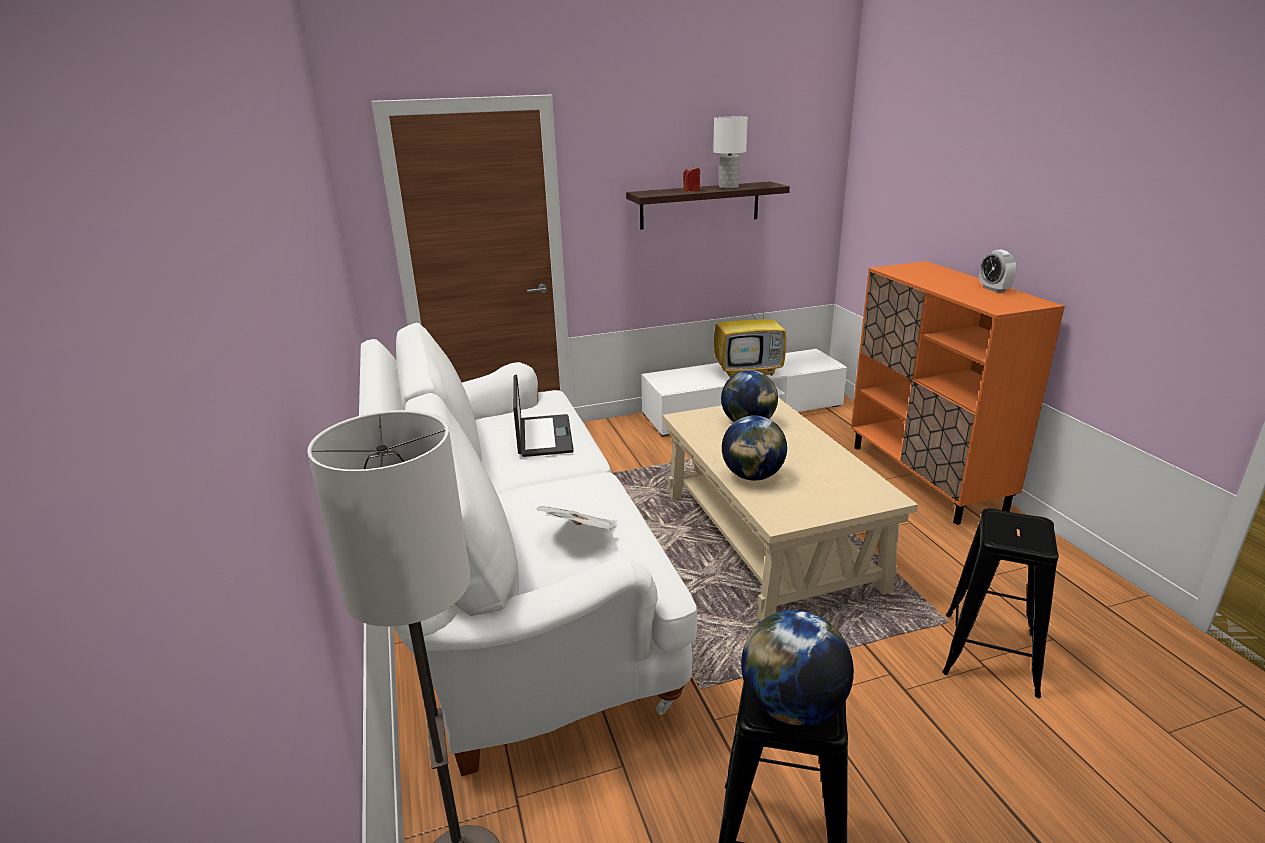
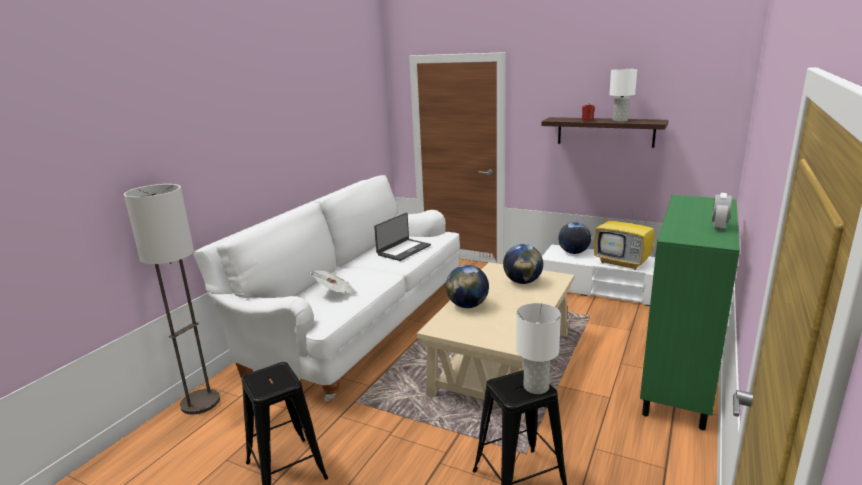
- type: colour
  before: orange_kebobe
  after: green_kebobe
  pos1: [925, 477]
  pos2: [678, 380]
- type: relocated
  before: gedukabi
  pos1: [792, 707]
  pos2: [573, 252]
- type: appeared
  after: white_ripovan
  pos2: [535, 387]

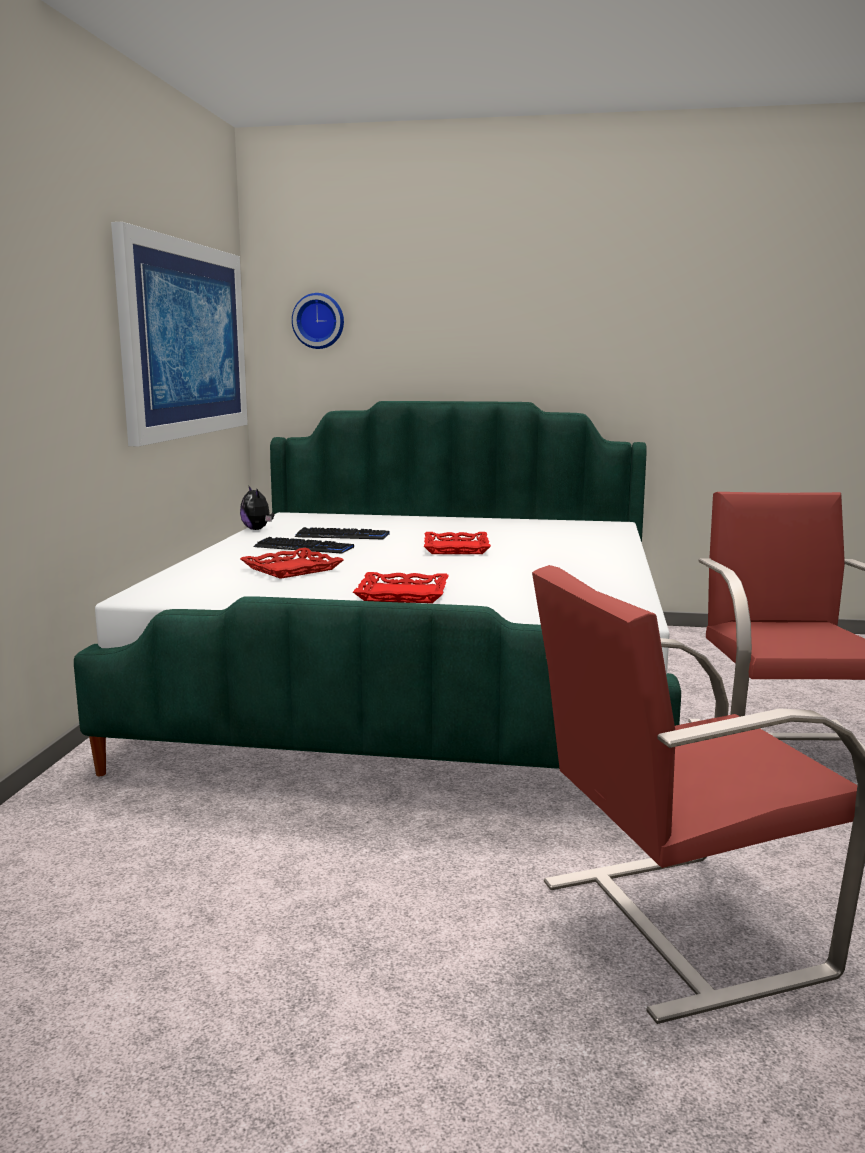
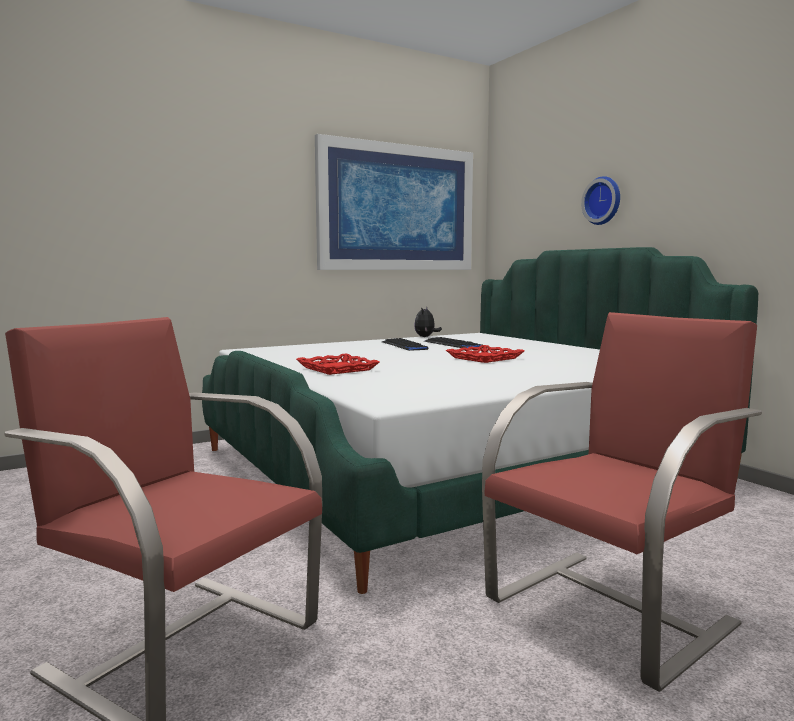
- type: relocated
  before: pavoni
  pos1: [319, 321]
  pos2: [603, 201]
- type: missing
  before: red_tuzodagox
  pos1: [292, 569]

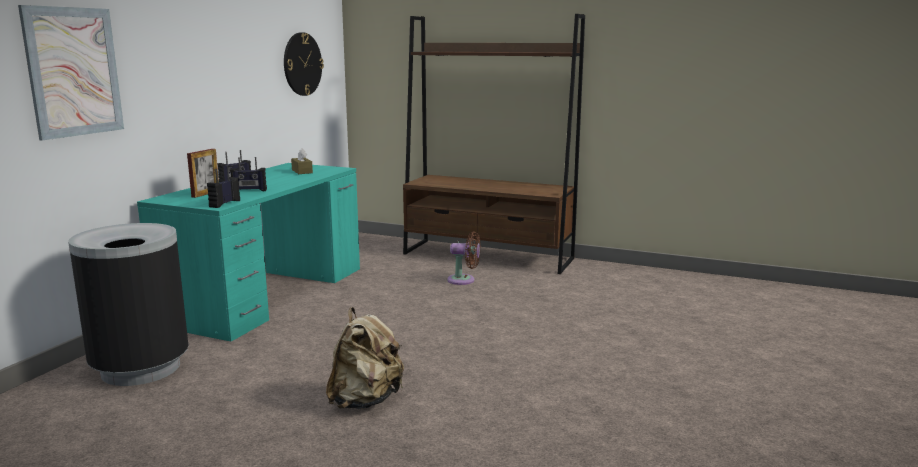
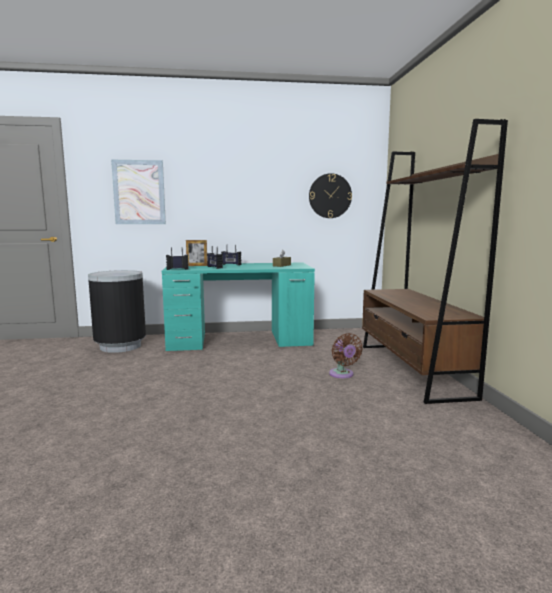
- type: missing
  before: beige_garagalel
  pos1: [365, 401]

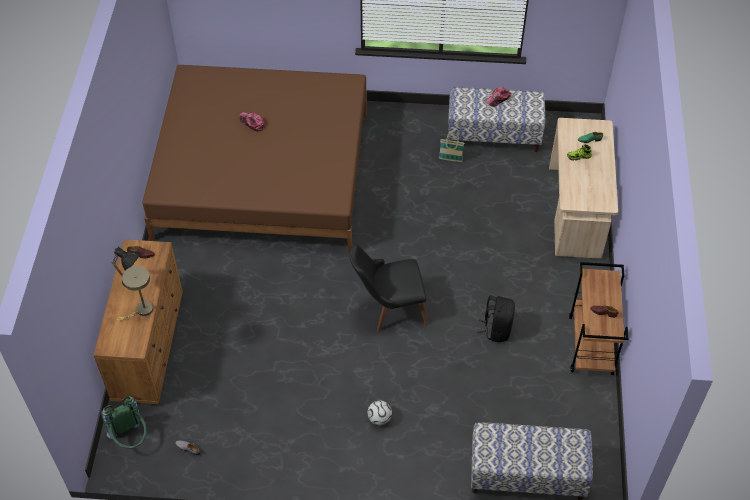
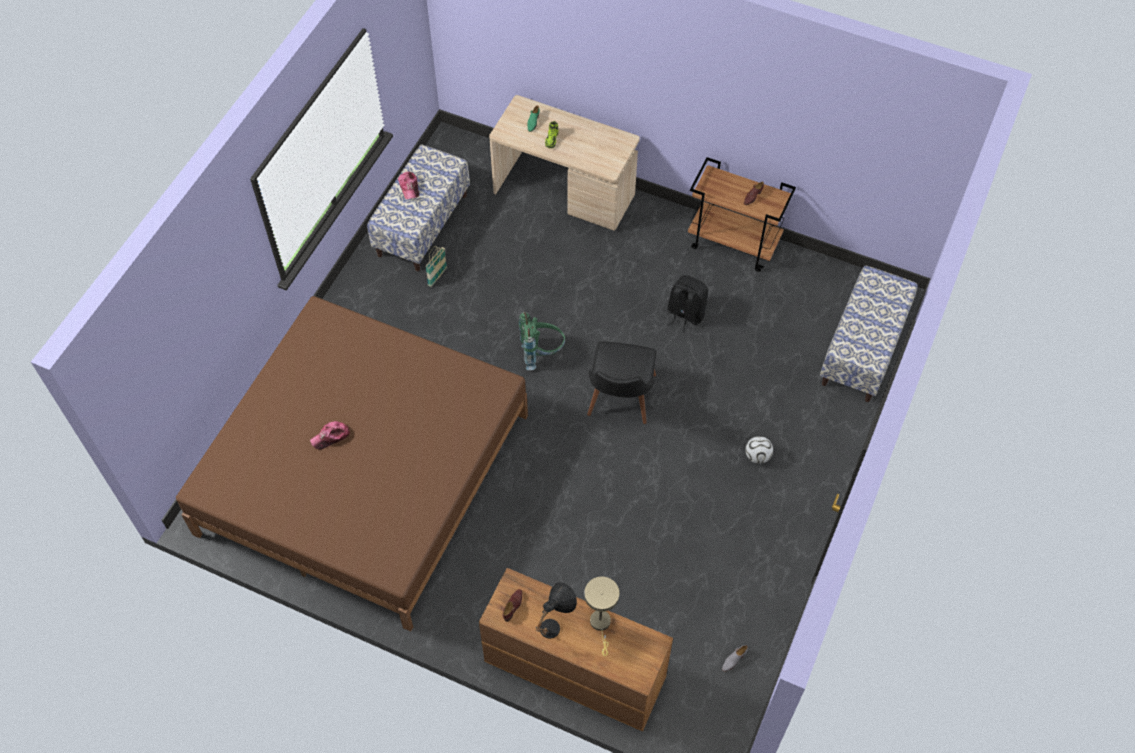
- type: relocated
  before: green_garagalel
  pos1: [131, 439]
  pos2: [541, 353]

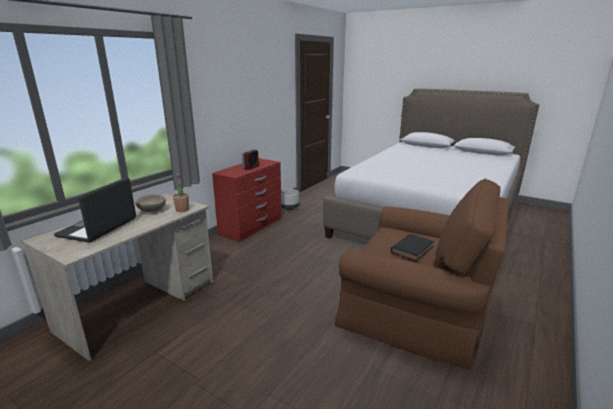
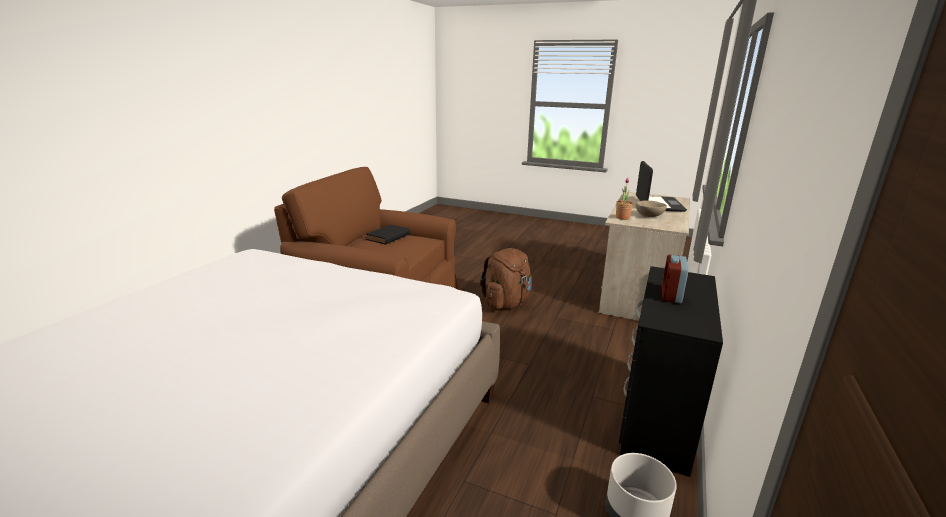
- type: colour
  before: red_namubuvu
  after: black_namubuvu
  pos1: [252, 226]
  pos2: [655, 417]
- type: appeared
  after: brown_garagalel
  pos2: [507, 303]

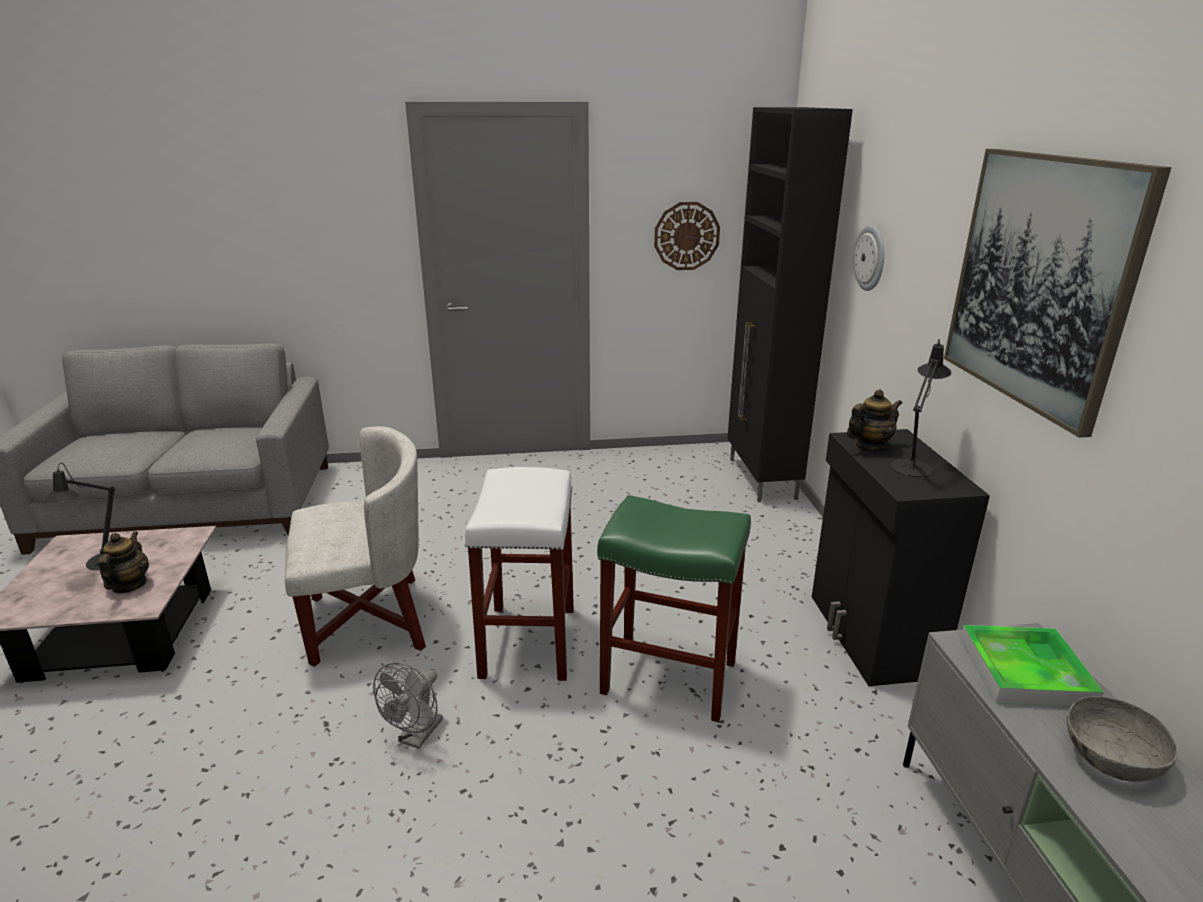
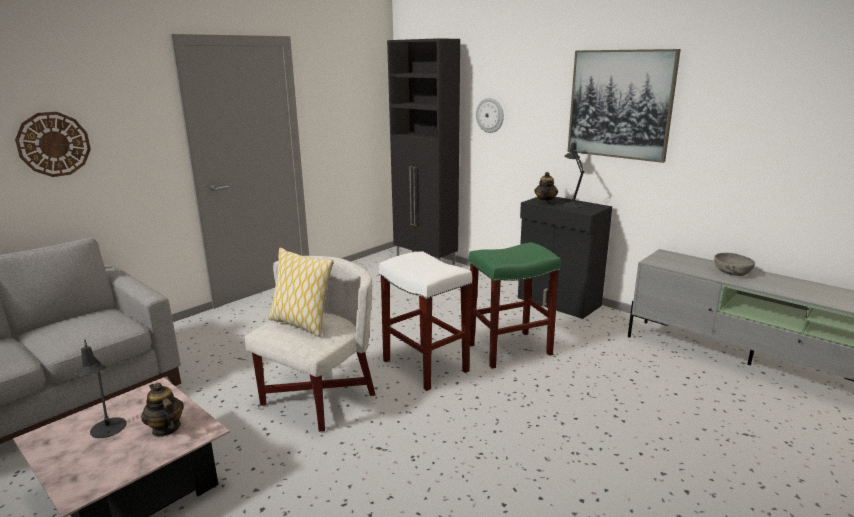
- type: relocated
  before: pavoni
  pos1: [686, 236]
  pos2: [54, 144]
- type: missing
  before: tuzodagox
  pos1: [1024, 671]
- type: missing
  before: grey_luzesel
  pos1: [417, 736]
- type: appeared
  after: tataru
  pos2: [301, 324]

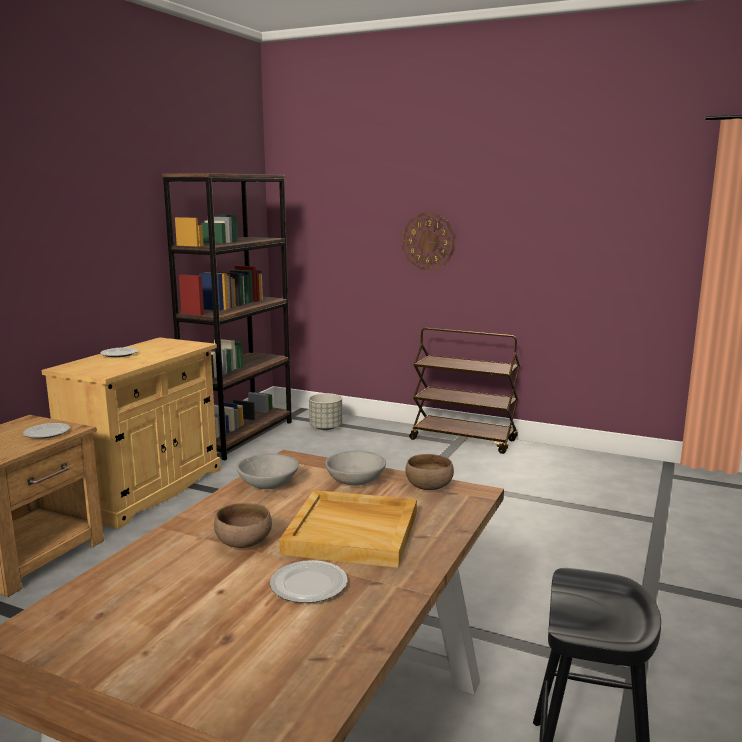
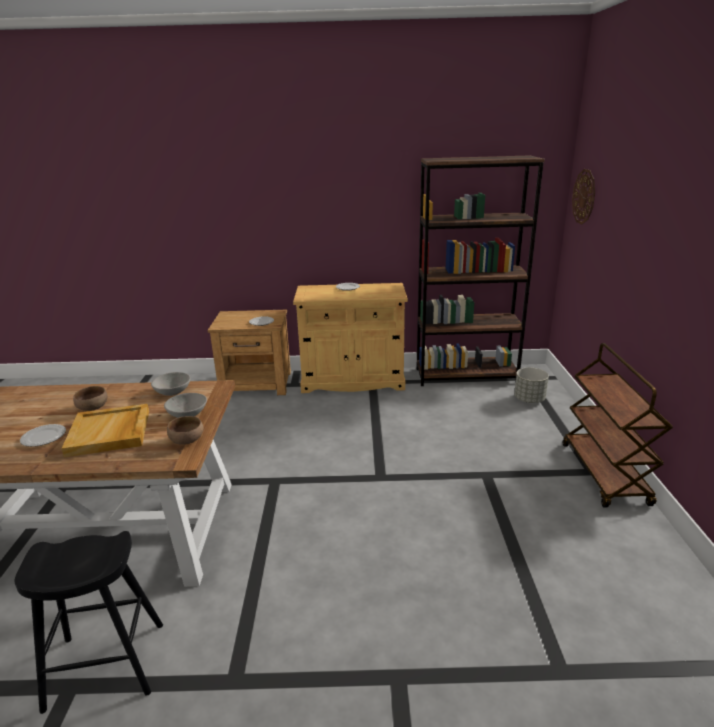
- type: relocated
  before: pavoni
  pos1: [428, 241]
  pos2: [584, 196]

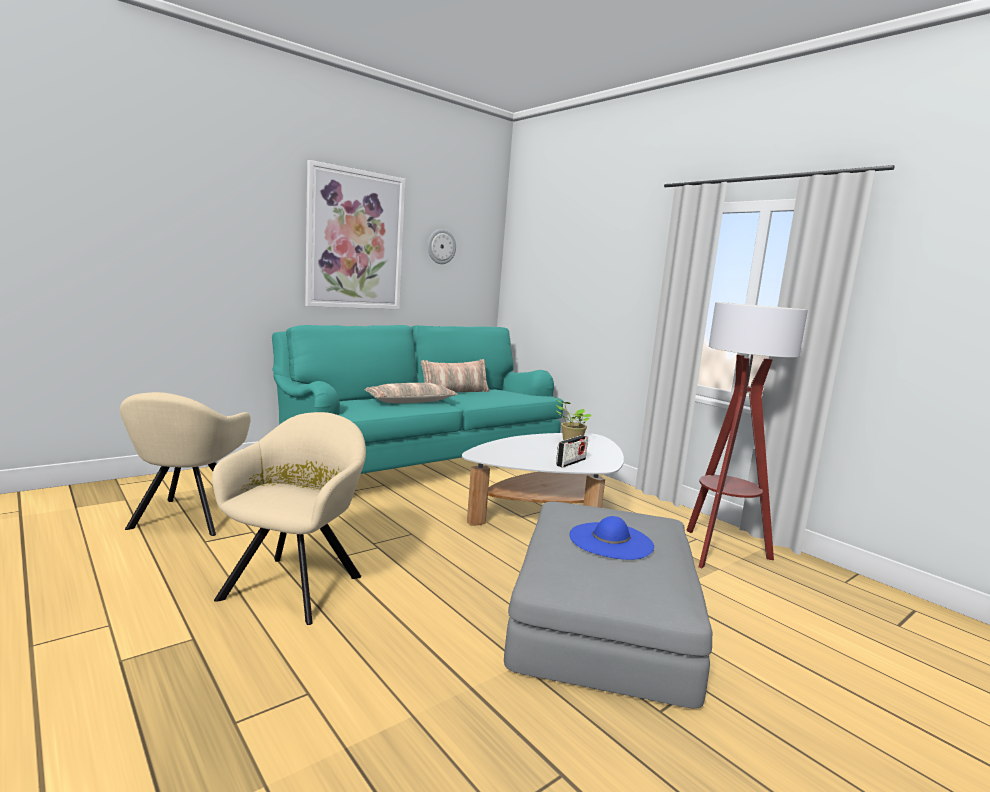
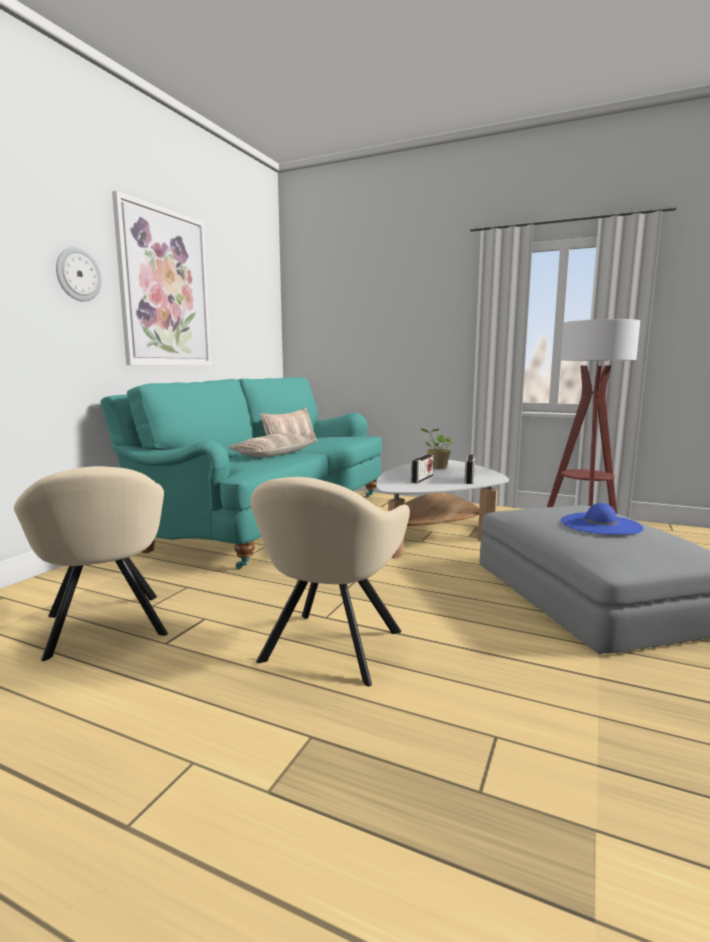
- type: relocated
  before: pavoni
  pos1: [441, 246]
  pos2: [78, 274]
- type: spun
  before: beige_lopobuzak
  pos1: [297, 584]
  pos2: [328, 650]
  turn: -150
- type: appeared
  after: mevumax
  pos2: [422, 479]

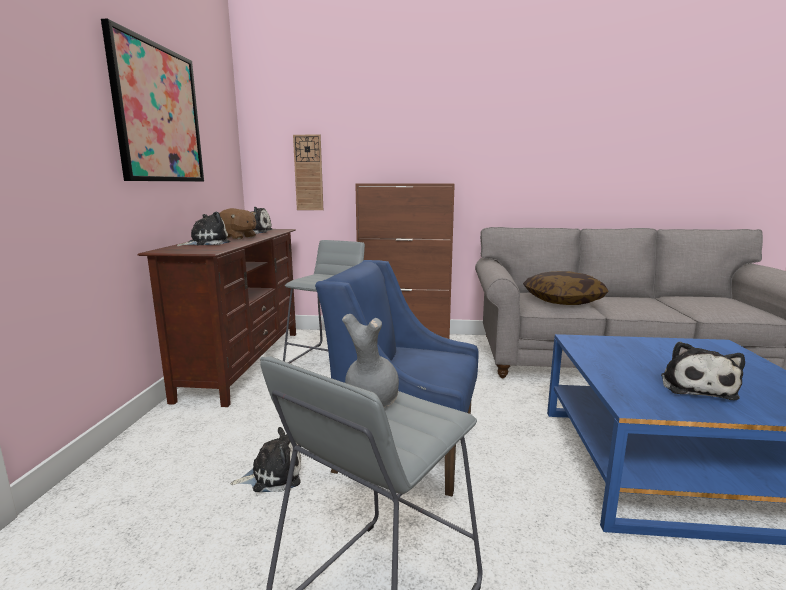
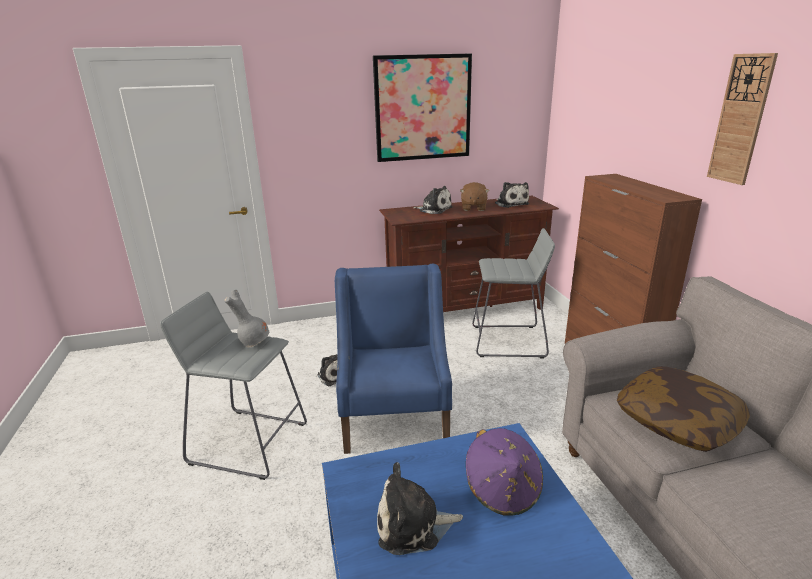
- type: relocated
  before: pavoni
  pos1: [308, 173]
  pos2: [740, 120]
- type: appeared
  after: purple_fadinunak
  pos2: [503, 489]

